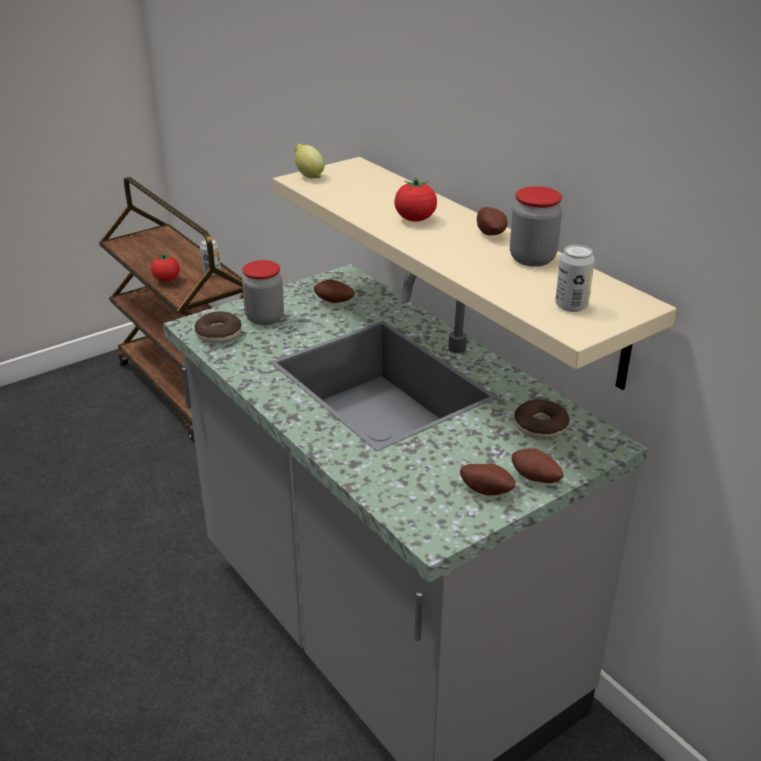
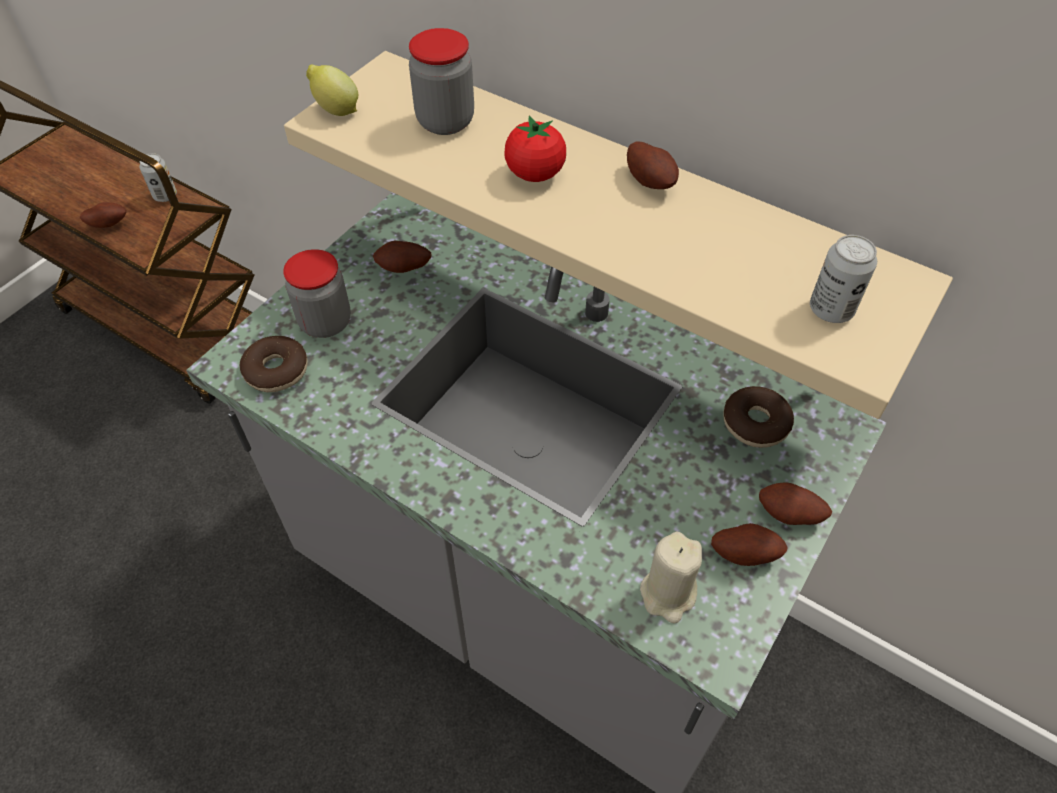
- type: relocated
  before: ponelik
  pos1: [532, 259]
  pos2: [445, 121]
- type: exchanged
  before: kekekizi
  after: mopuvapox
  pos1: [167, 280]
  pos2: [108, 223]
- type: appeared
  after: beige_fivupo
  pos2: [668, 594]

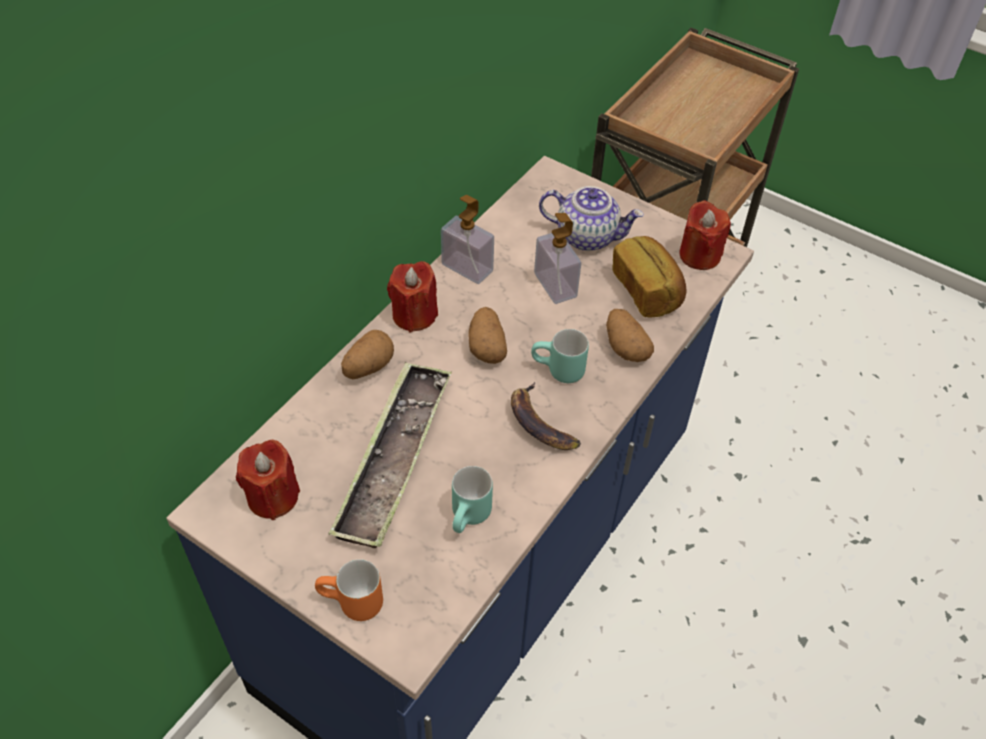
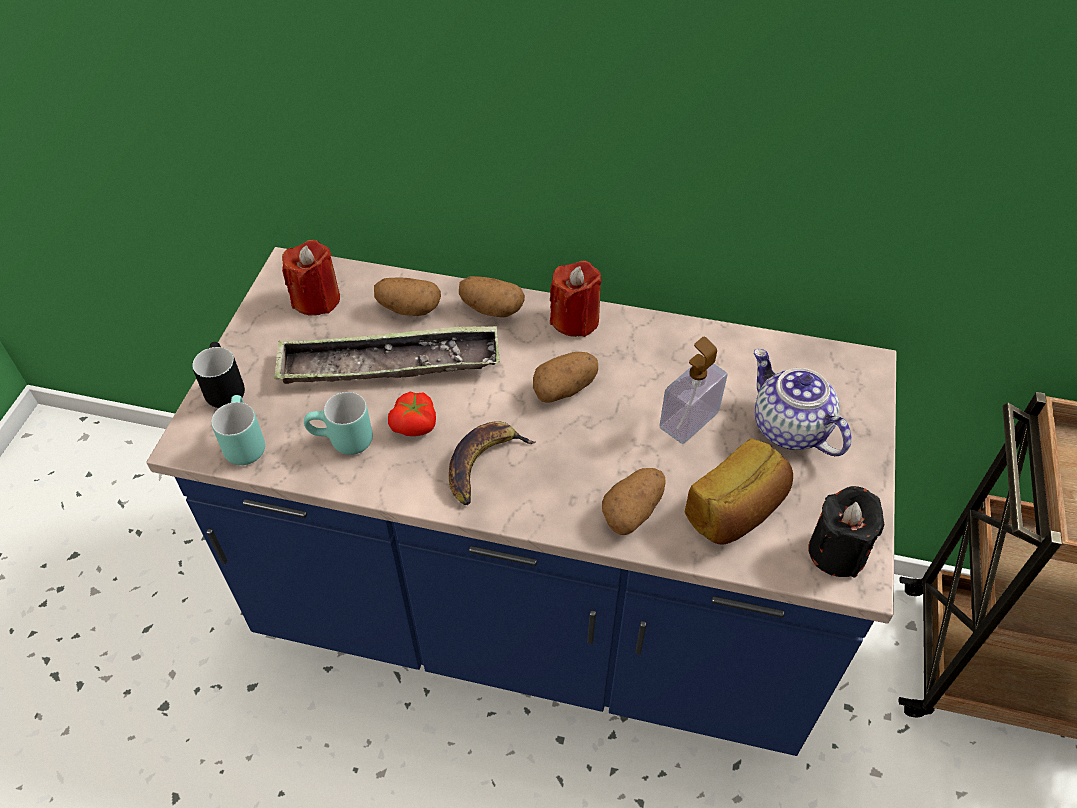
- type: spun
  before: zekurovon
  pos1: [588, 236]
  pos2: [788, 428]
  turn: 150
- type: missing
  before: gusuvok
  pos1: [467, 268]
- type: colour
  before: red_fivupo
  after: black_fivupo
  pos1: [699, 255]
  pos2: [837, 552]
- type: relocated
  before: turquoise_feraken
  pos1: [558, 372]
  pos2: [242, 443]
- type: colour
  before: orange_feraken
  after: black_feraken
  pos1: [351, 605]
  pos2: [222, 388]
- type: appeared
  after: mopuvapox
  pos2: [408, 309]
- type: appeared
  after: kekekizi
  pos2: [415, 425]

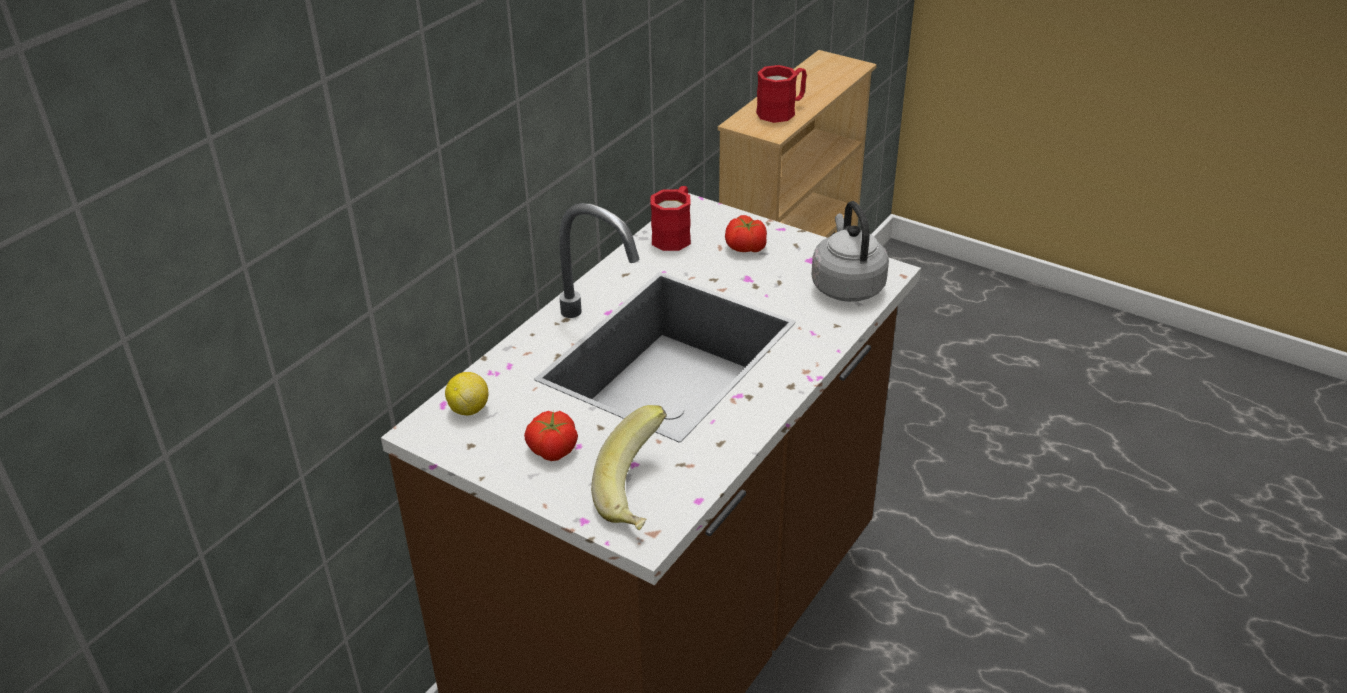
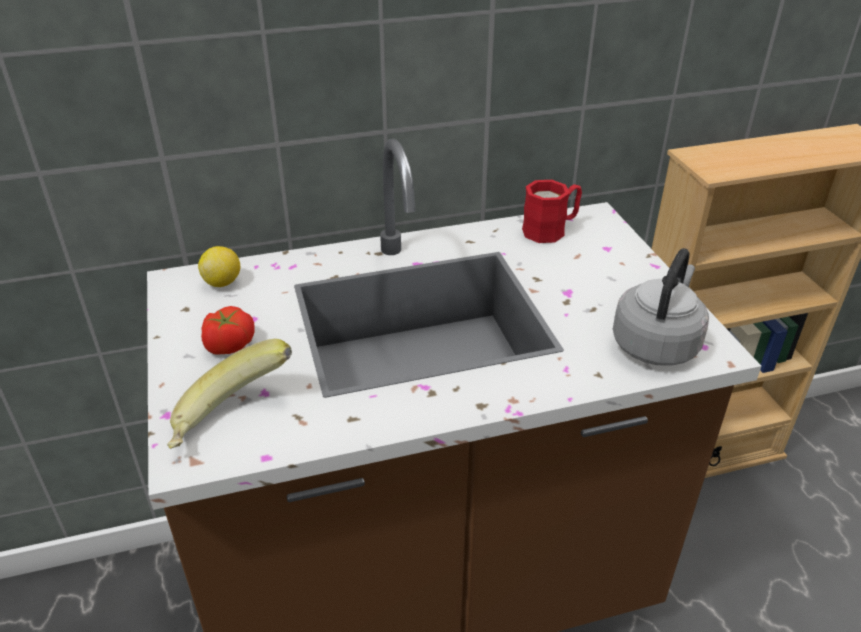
- type: missing
  before: red_feraken
  pos1: [782, 111]
- type: missing
  before: kekekizi
  pos1: [745, 247]

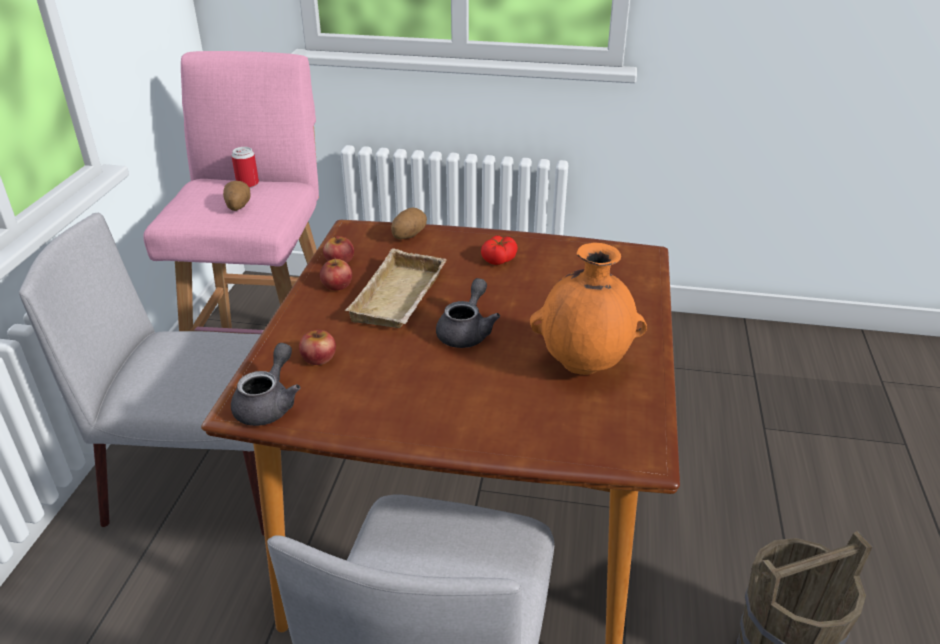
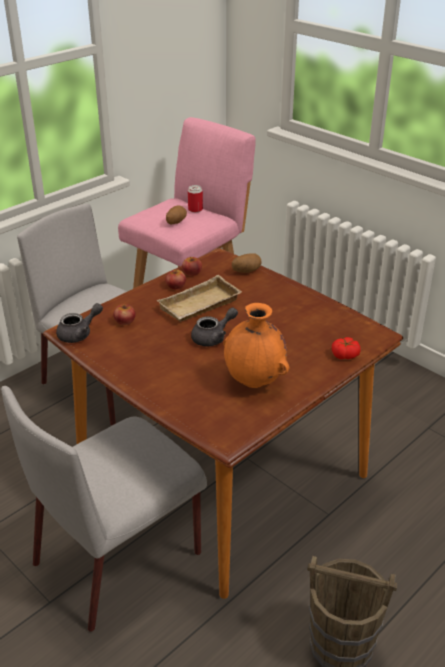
- type: relocated
  before: kekekizi
  pos1: [499, 259]
  pos2: [345, 355]

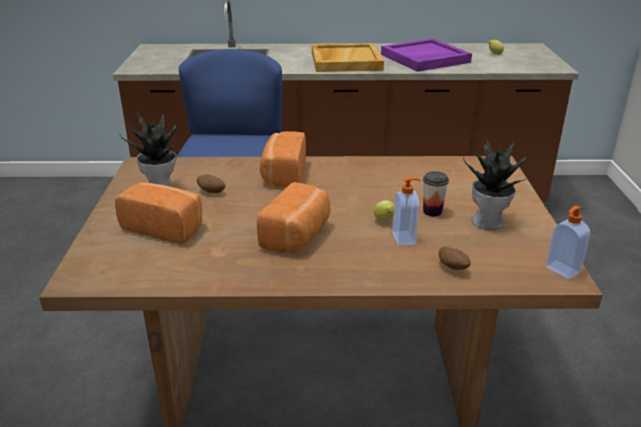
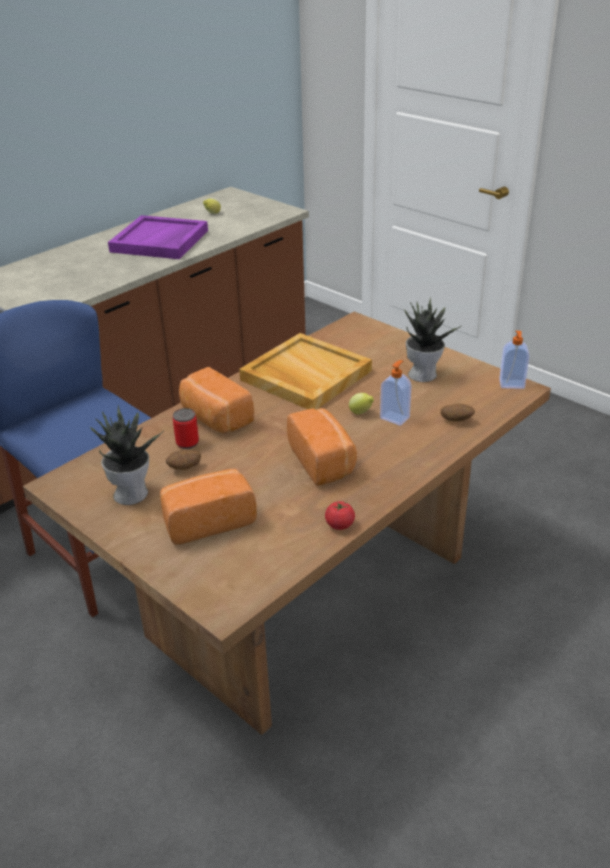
- type: relocated
  before: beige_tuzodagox
  pos1: [345, 61]
  pos2: [304, 375]
- type: missing
  before: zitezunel
  pos1: [432, 211]
- type: appeared
  after: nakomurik
  pos2: [187, 443]
- type: appeared
  after: kekekizi
  pos2: [339, 525]

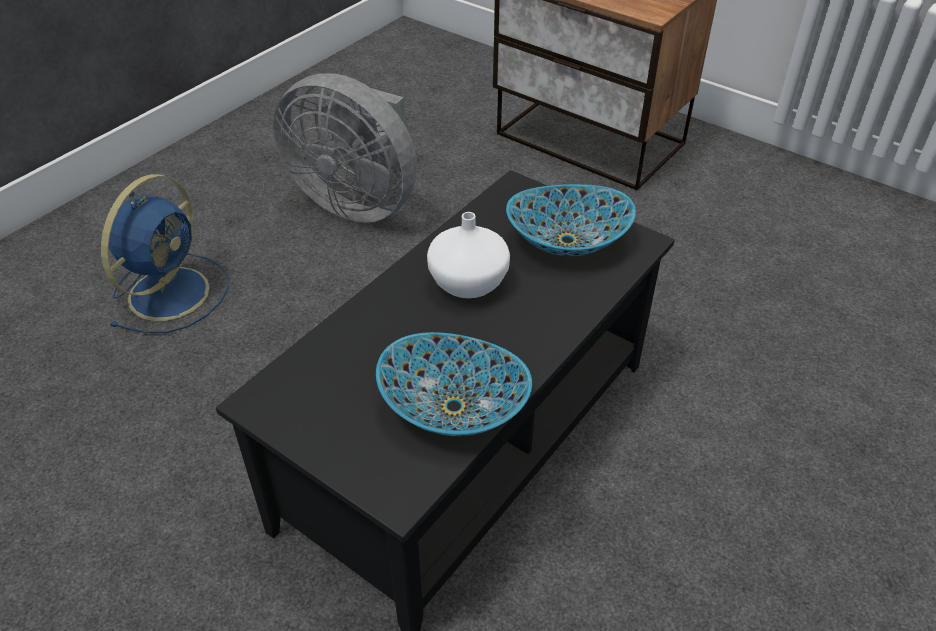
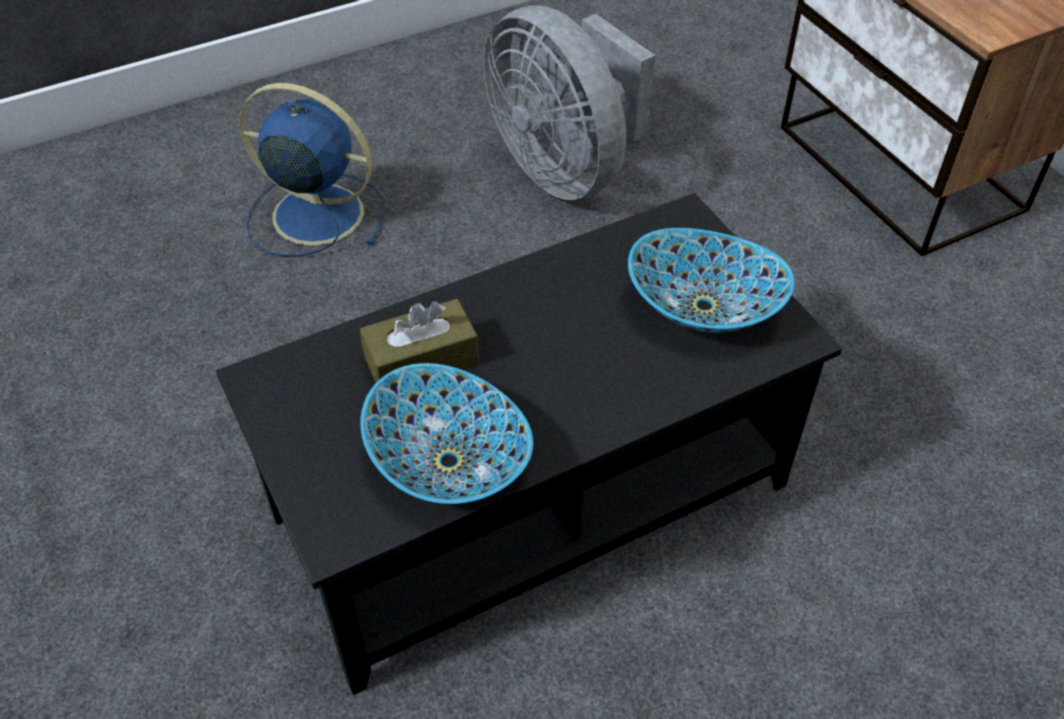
- type: spun
  before: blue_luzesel
  pos1: [171, 291]
  pos2: [314, 213]
  turn: -120
- type: missing
  before: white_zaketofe
  pos1: [470, 282]
- type: appeared
  after: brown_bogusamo
  pos2: [421, 361]

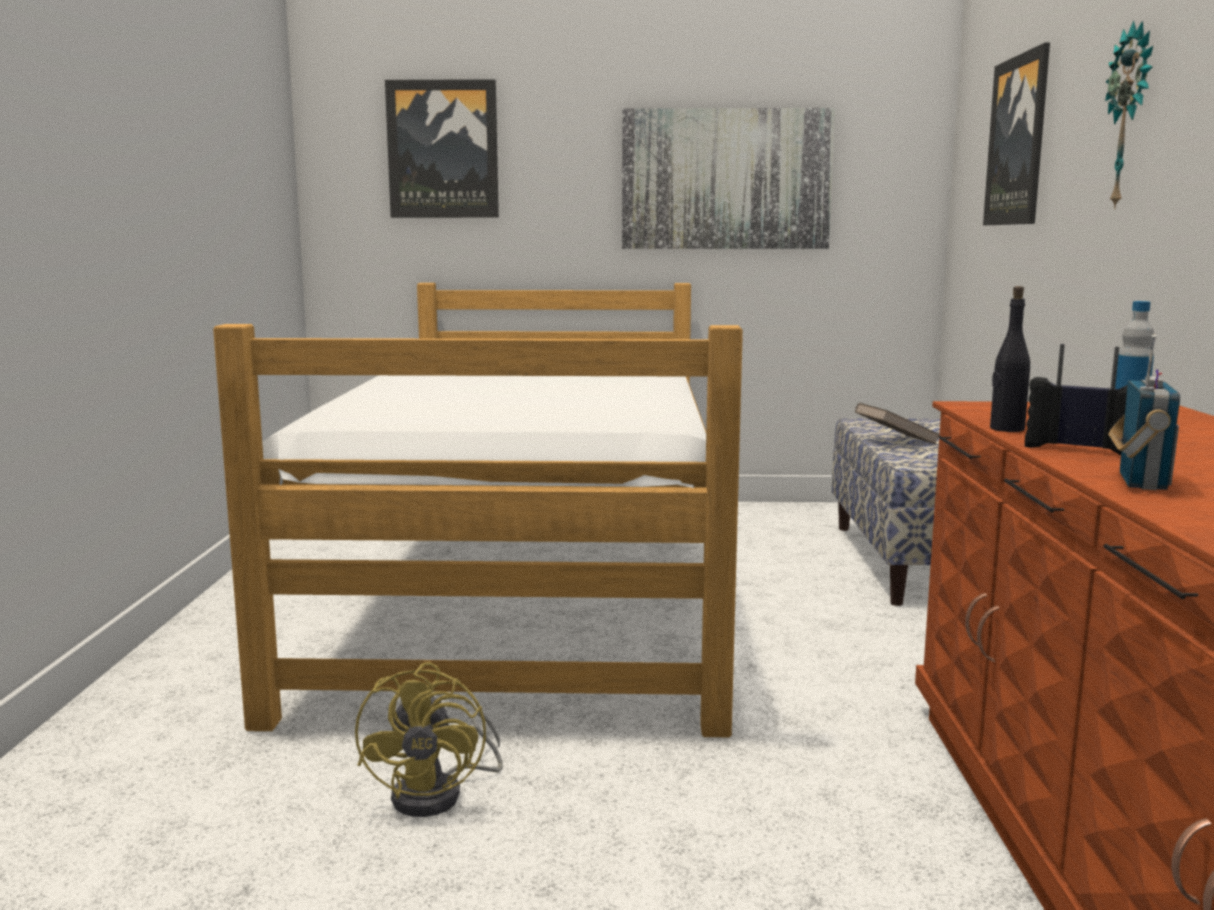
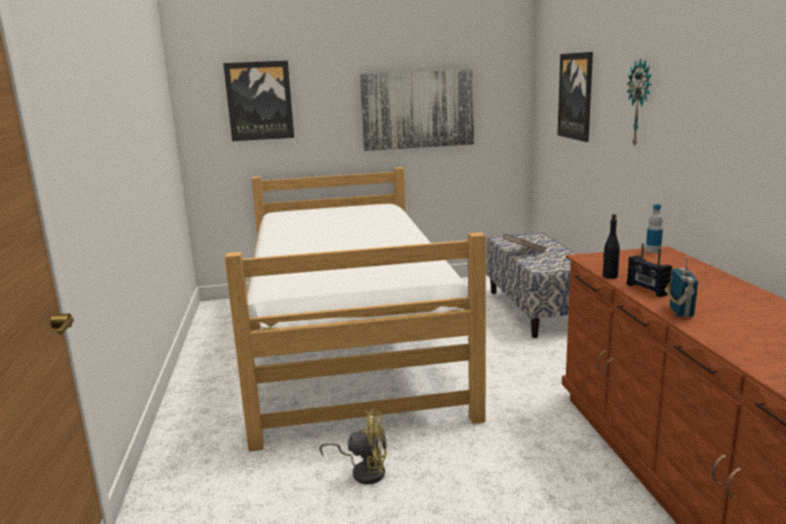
- type: spun
  before: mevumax
  pos1: [1079, 449]
  pos2: [647, 289]
  turn: -135
- type: spun
  before: yellow_luzesel
  pos1: [440, 794]
  pos2: [364, 471]
  turn: -75

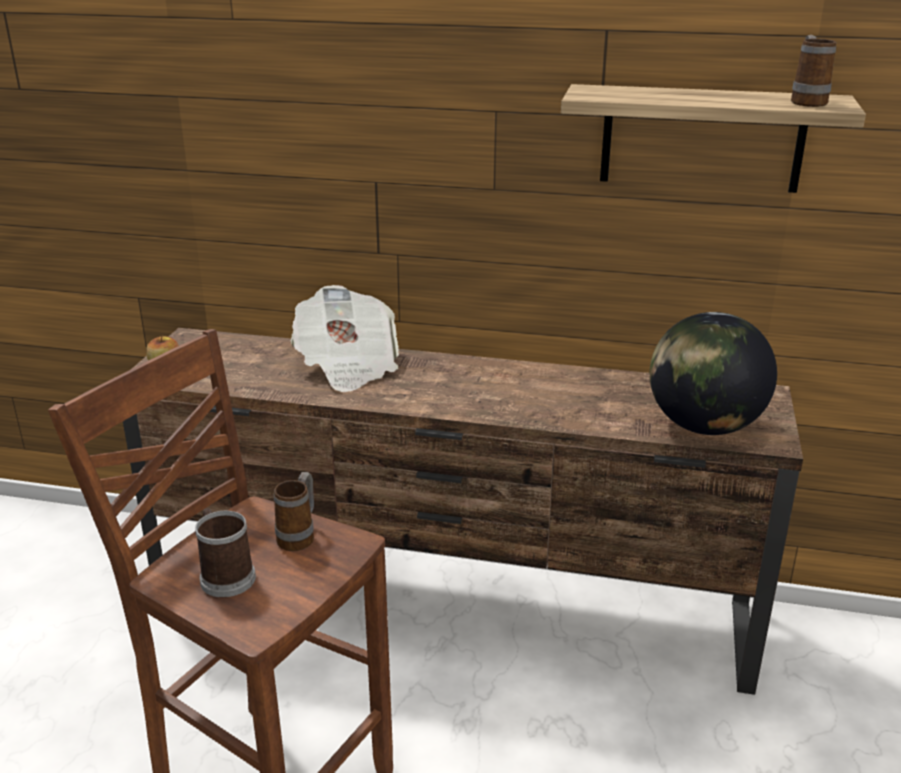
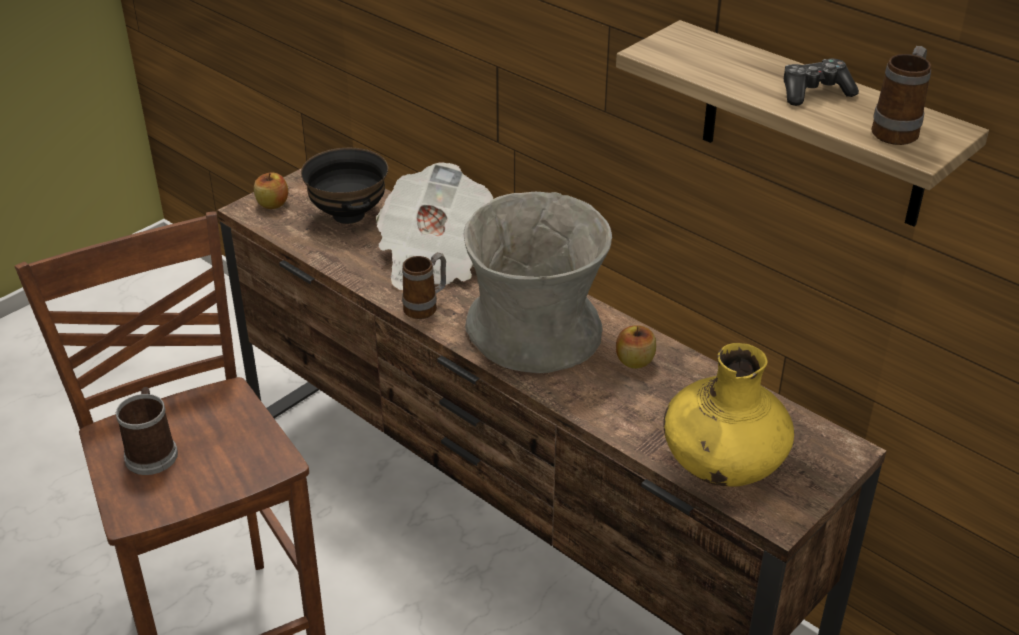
- type: exchanged
  before: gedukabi
  after: yellow_zaketofe
  pos1: [704, 426]
  pos2: [721, 467]
- type: relocated
  before: feraken
  pos1: [300, 536]
  pos2: [426, 307]
- type: appeared
  after: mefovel
  pos2: [814, 92]
- type: appeared
  after: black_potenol
  pos2: [349, 215]
- type: appeared
  after: grey_zaketofe
  pos2: [534, 334]
- type: appeared
  after: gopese
  pos2: [634, 361]

